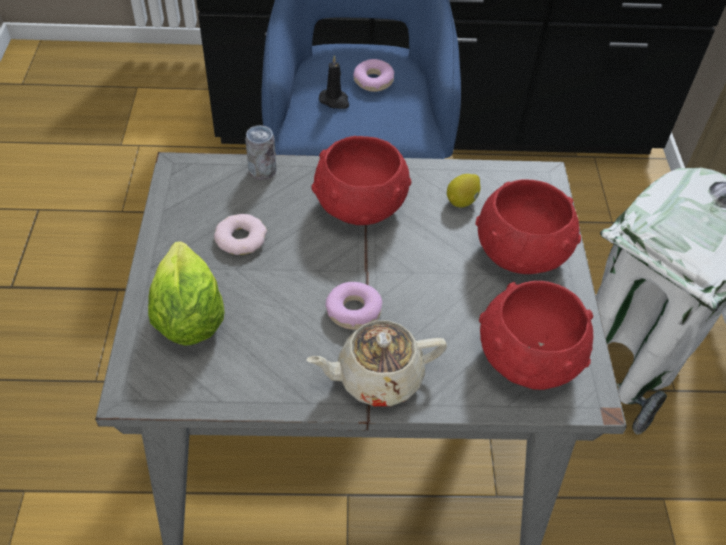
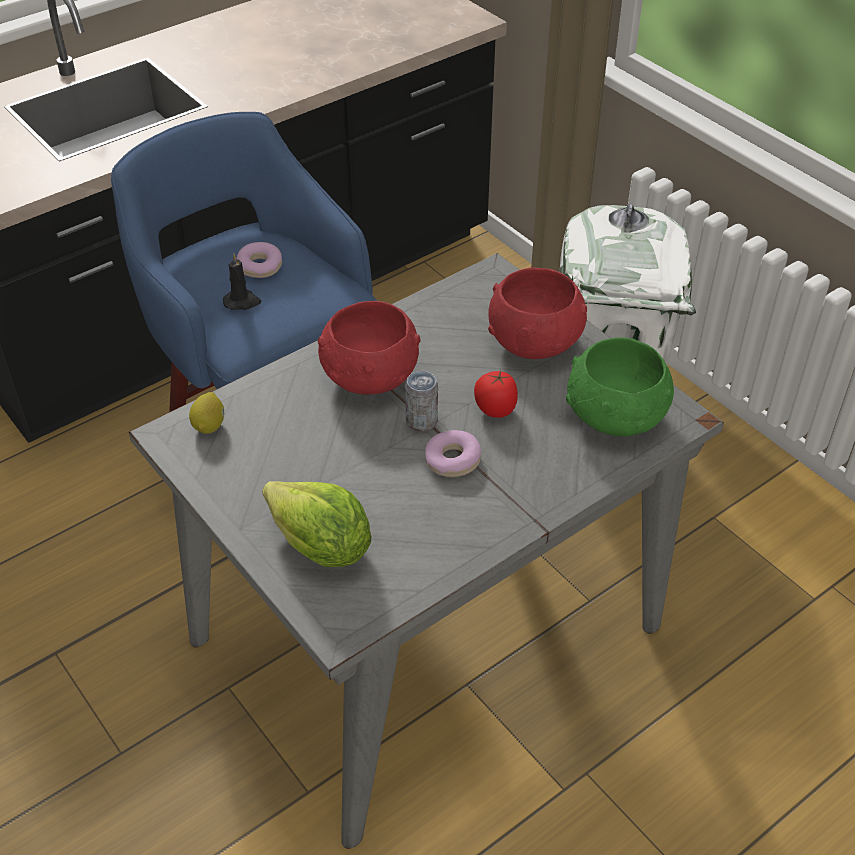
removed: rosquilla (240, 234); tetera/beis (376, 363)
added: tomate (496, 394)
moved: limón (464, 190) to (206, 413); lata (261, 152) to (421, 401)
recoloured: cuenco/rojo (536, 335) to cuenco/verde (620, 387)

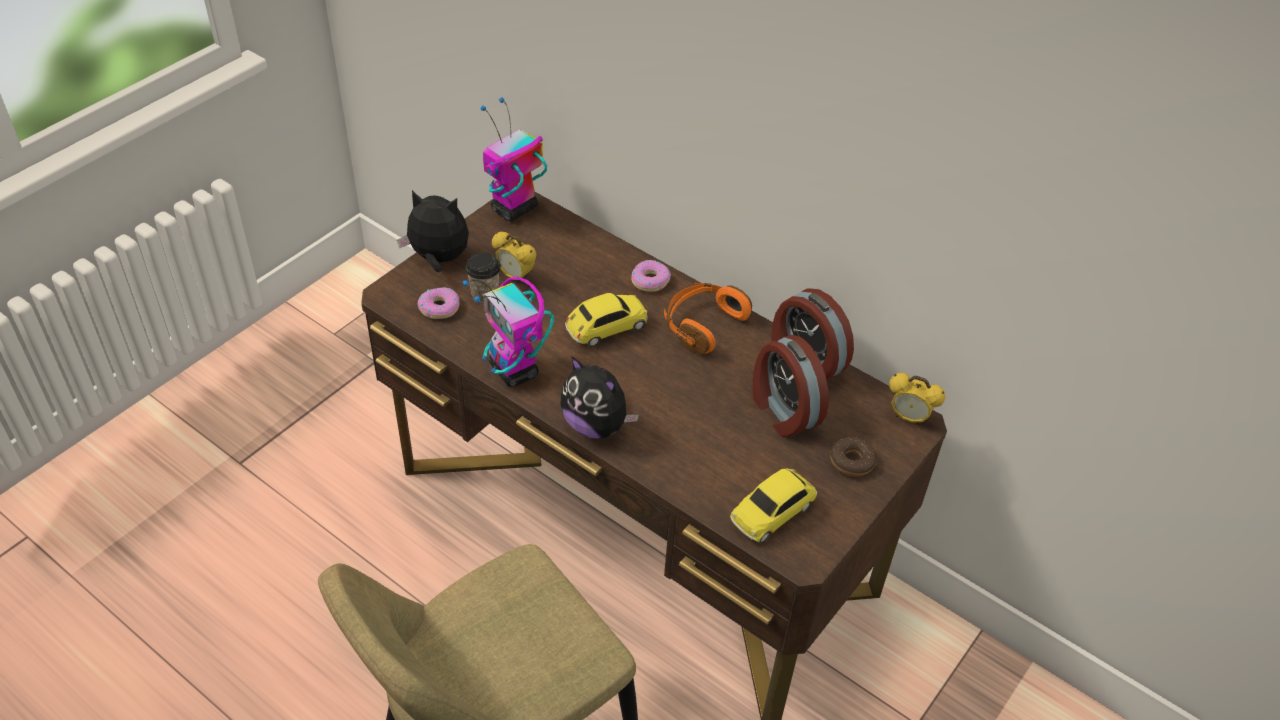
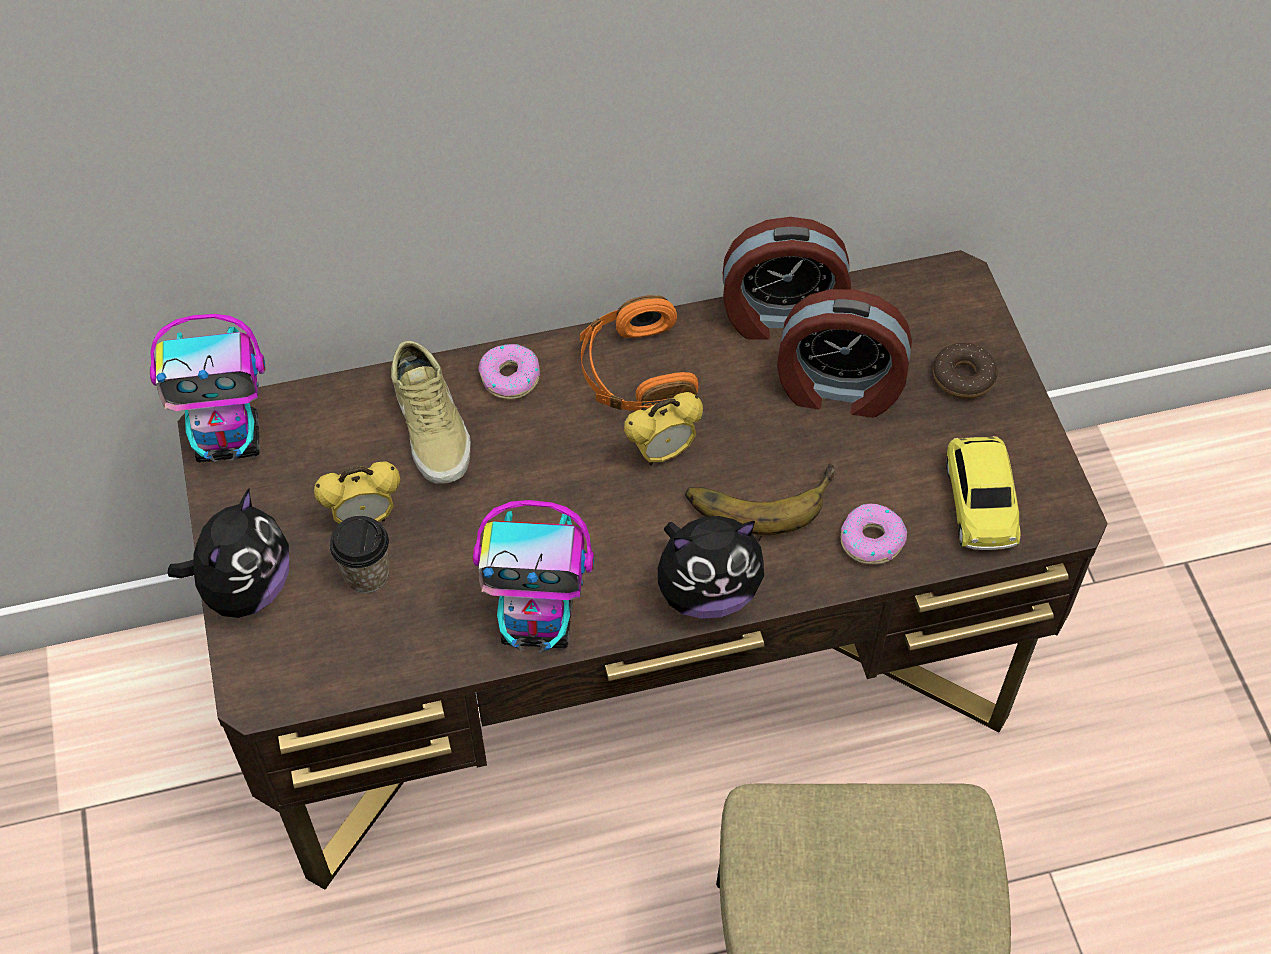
removed: coche de juguete (606, 320)
added: zapato/beis (431, 412); plátano (760, 499)
moved: despertador (917, 399) to (663, 428); rosquilla (438, 303) to (874, 534)
turned: robot de juguete (513, 159) = (207, 388) 90 degrees counterclockwise; peluche (433, 231) = (228, 553) 150 degrees clockwise

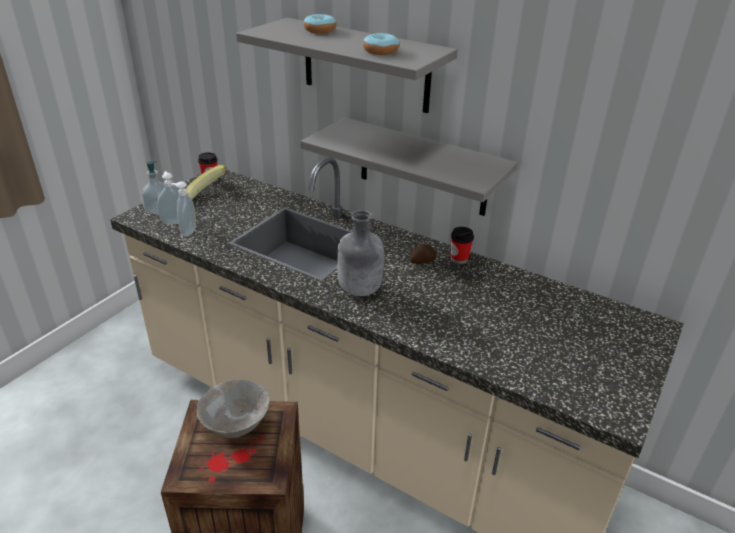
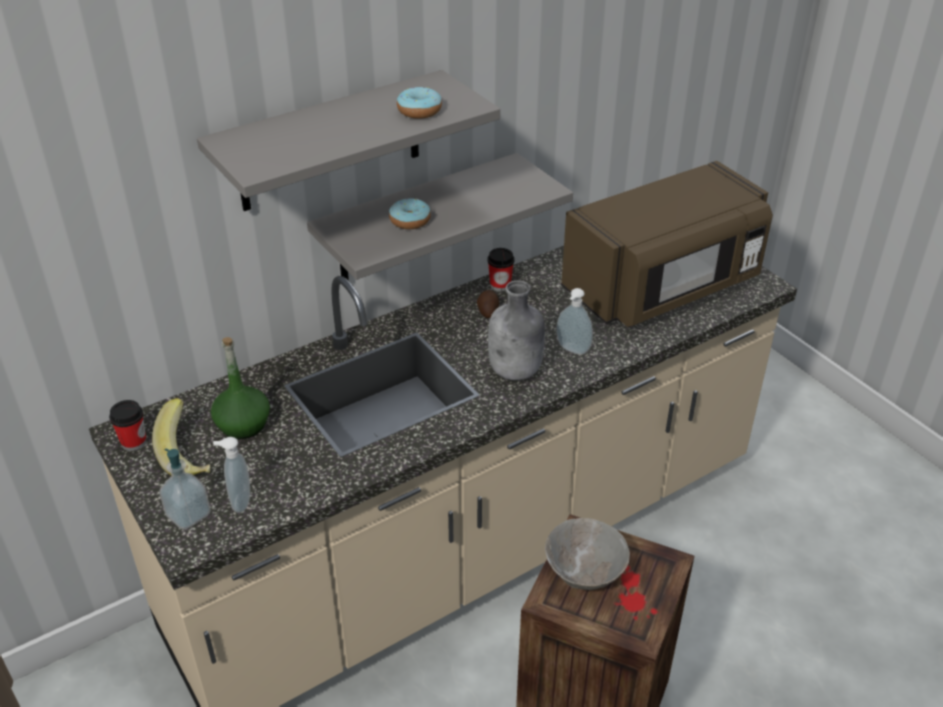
added: botella/verde (240, 388); microondas/marrón (667, 244)
moved: rosquilla (320, 24) to (410, 213); dispensador de jabón (183, 209) to (574, 321)

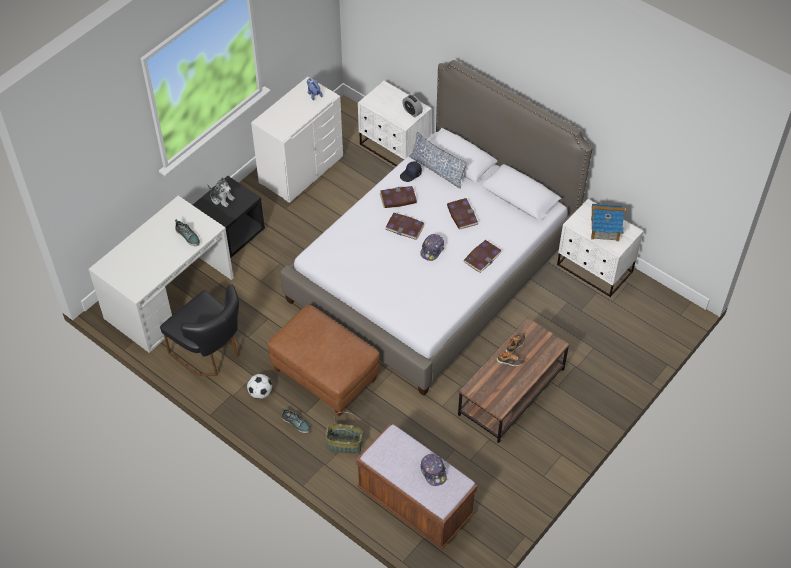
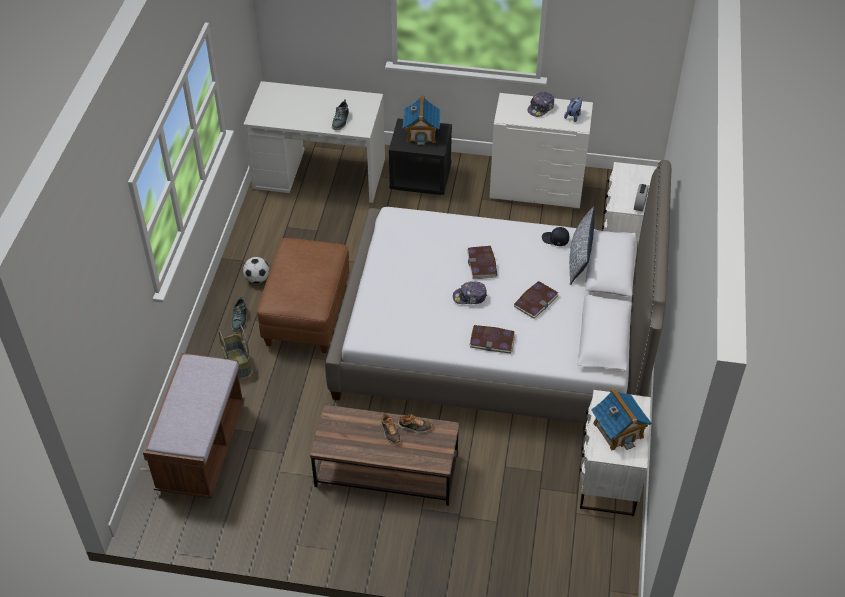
removed: silla/negro (199, 330); libro (398, 197)
moved: gorra (433, 470) to (541, 104)
replaced: peluche (221, 192) to casita (421, 120)

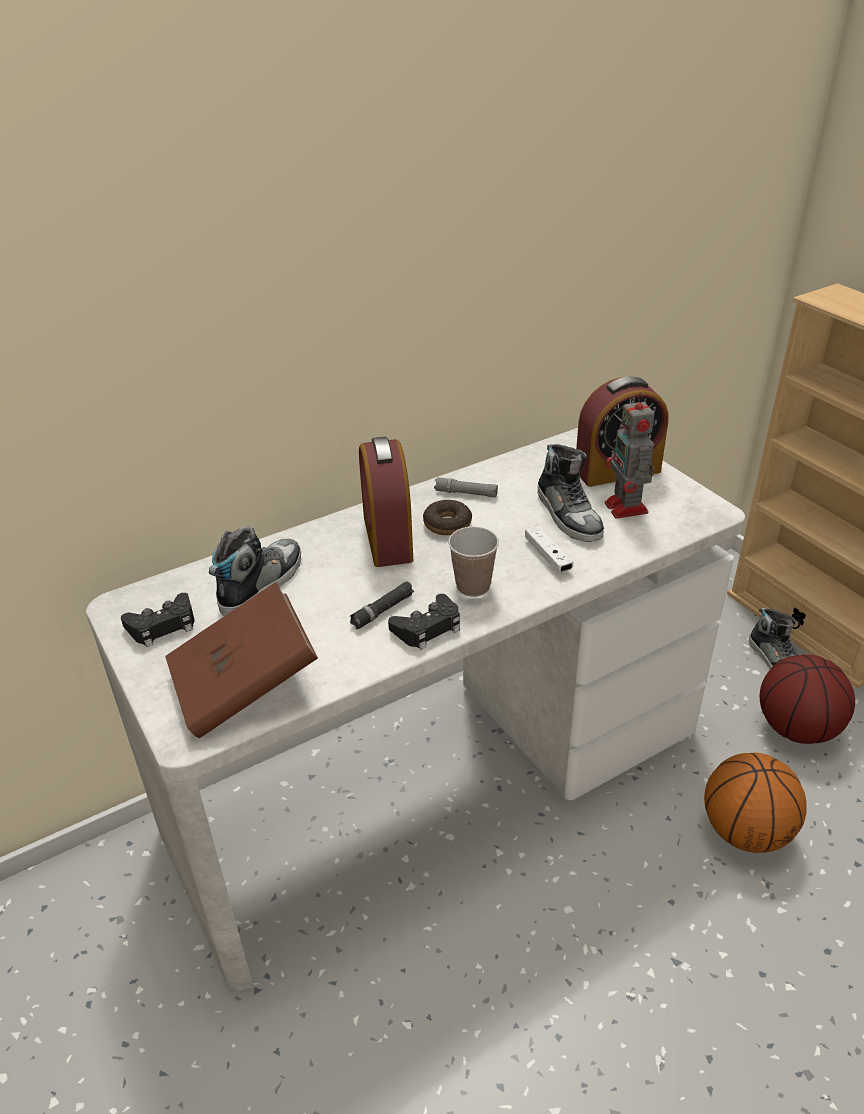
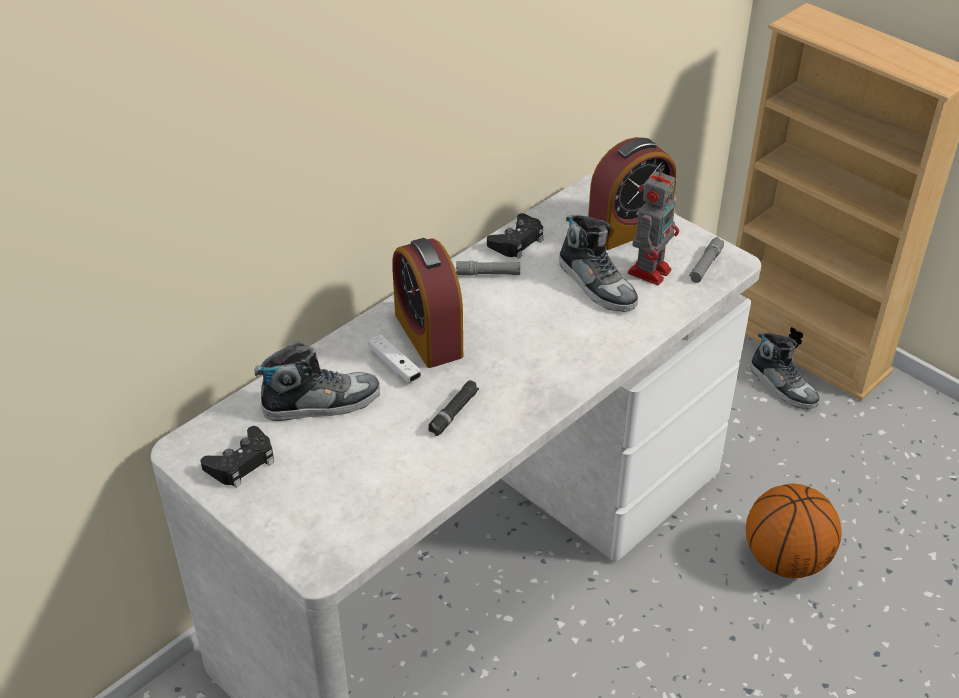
removed: libro/marrón (241, 660); rosquilla (447, 517); taza (473, 562); balón de baloncesto (807, 699)
added: linterna/gris (706, 260)
moved: mando de consola/blanco (549, 549) to (395, 358); mando de consola/negro (424, 622) to (515, 236)
turned: zapato (255, 571) = (317, 381) 60 degrees clockwise; robot de juguete (629, 455) = (653, 225) 120 degrees counterclockwise

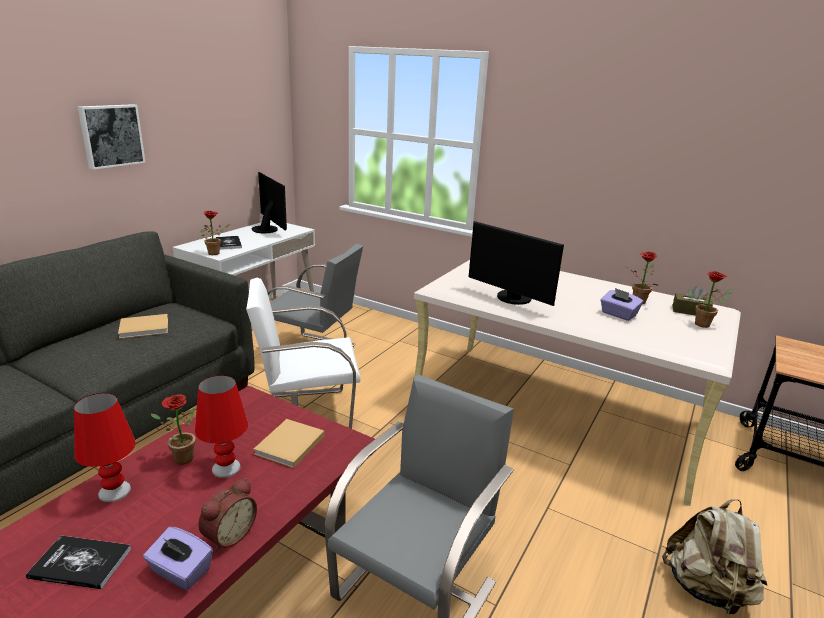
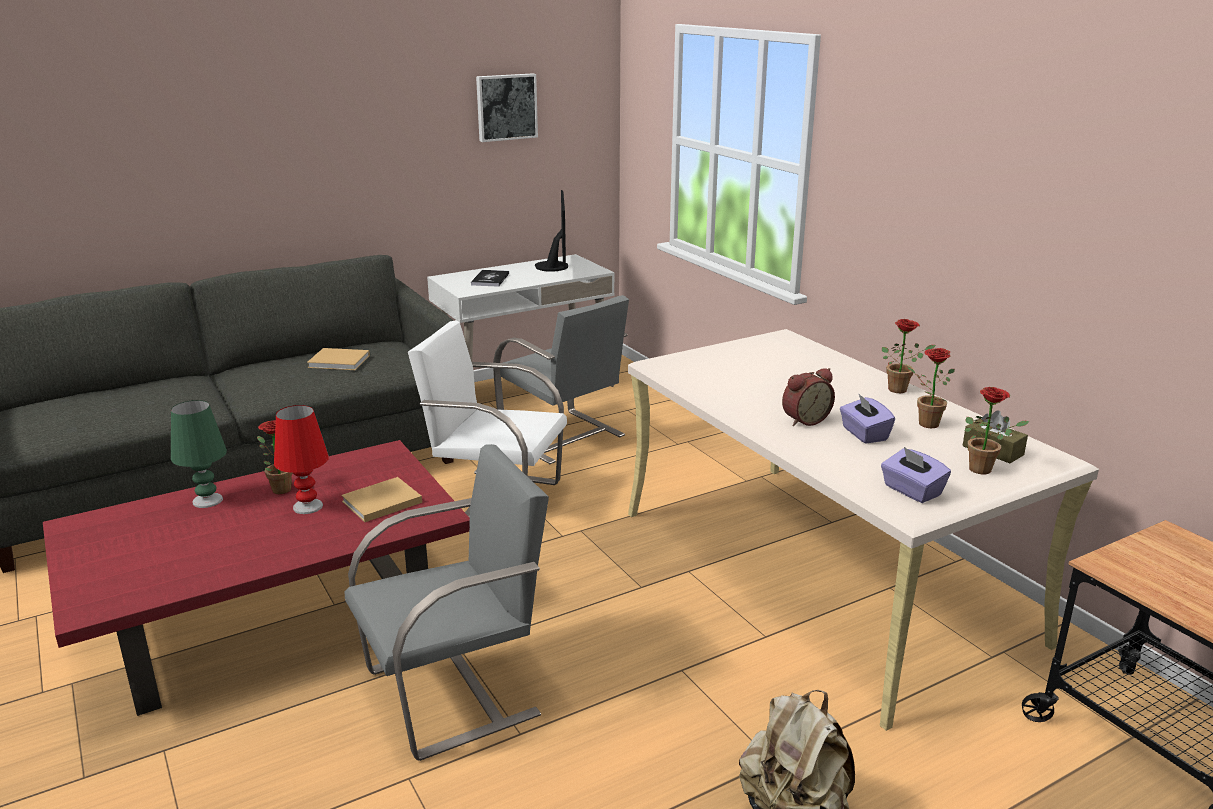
removed: libro (78, 562); monitor (516, 263)
moved: cuadro (112, 137) to (507, 107); despertador (227, 515) to (808, 397); caja de pañuelos/morado (178, 558) to (916, 475); planta en maceta (215, 233) to (909, 356)
recoloured: lámpara de mesa/rojo (105, 447) to lámpara de mesa/verde (199, 454)

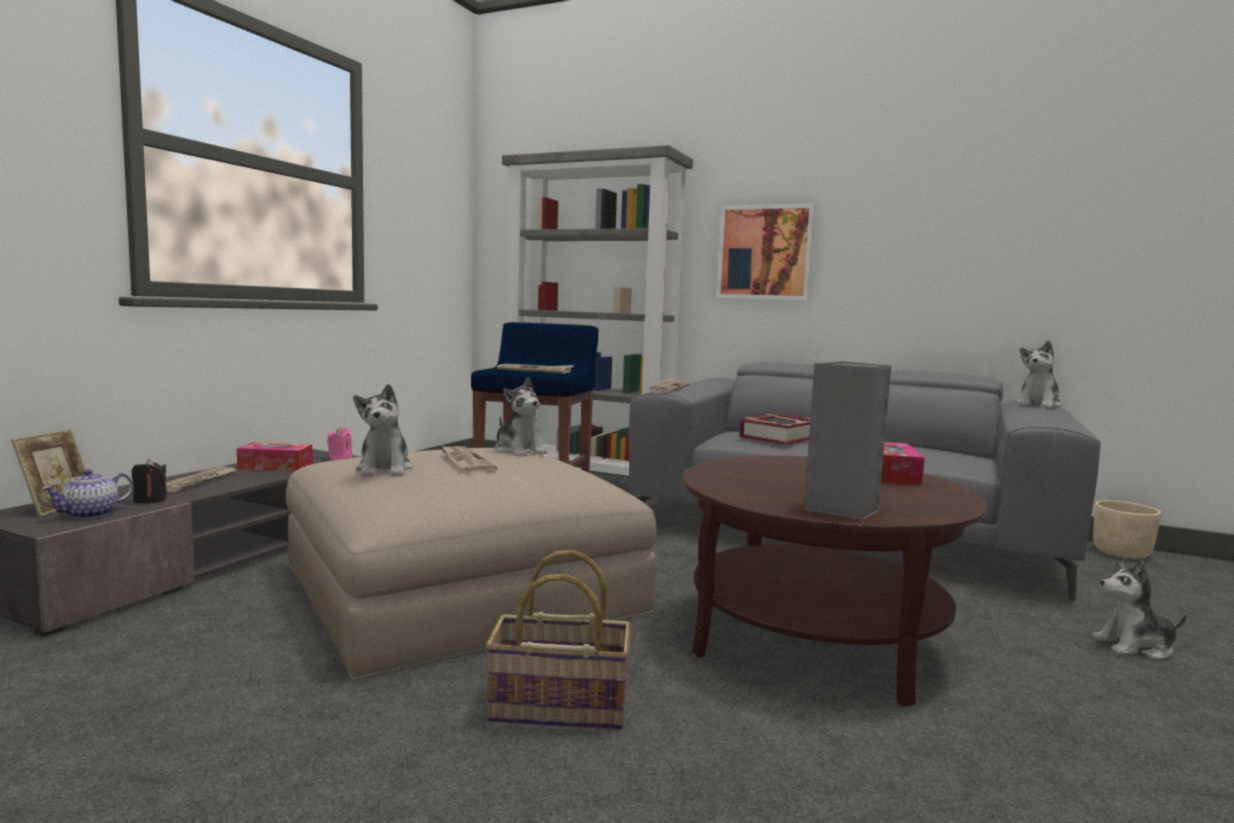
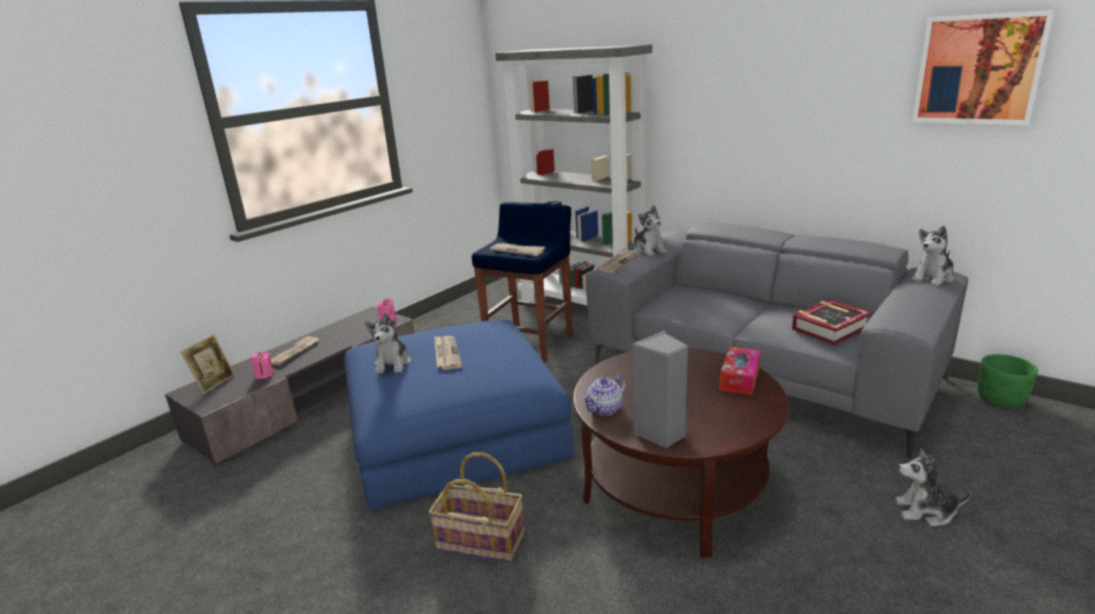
removed: caja de pañuelos (275, 457)
moved: tetera (88, 494) to (604, 395); peluche (521, 416) to (650, 230); libro (775, 429) to (832, 322); cuadro (765, 252) to (983, 67)
recoloured: vela/negro (149, 481) to vela/rosa (262, 365); puf/beis (471, 564) to puf/azul (459, 415); maceta/beis (1127, 529) to maceta/verde (1007, 381)

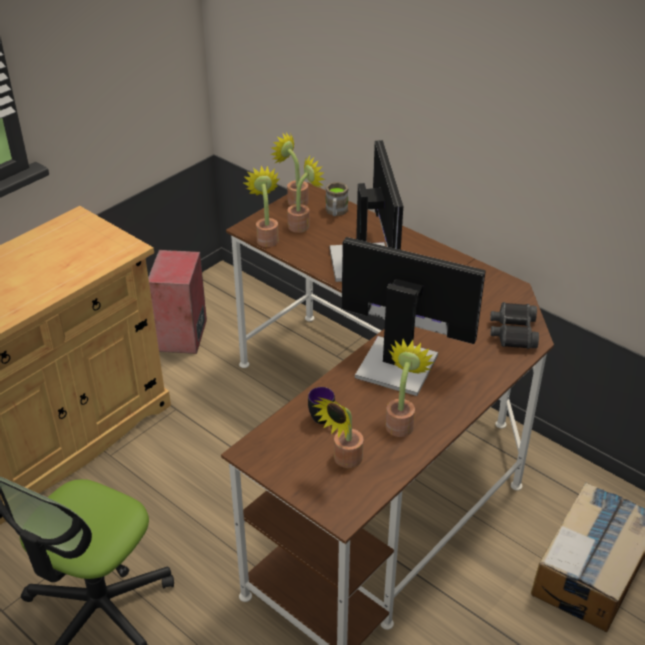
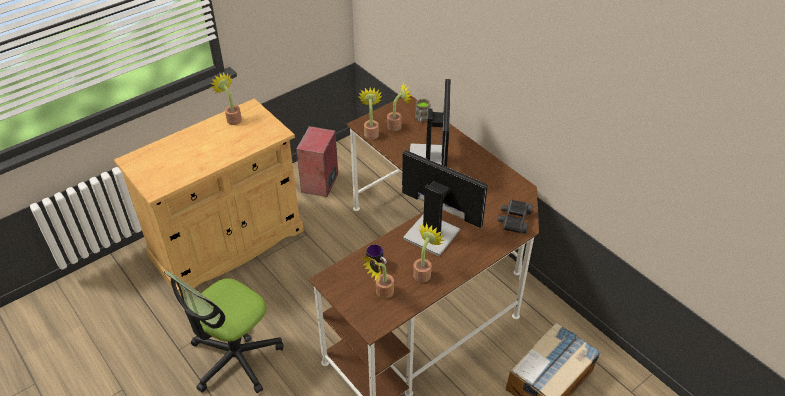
moved: planta en maceta (289, 169) to (226, 98)

